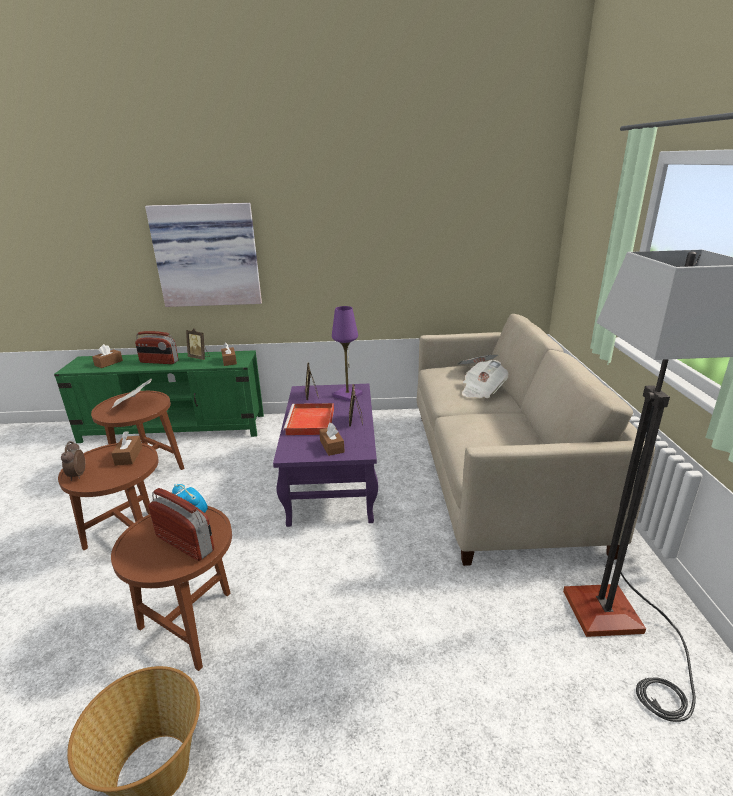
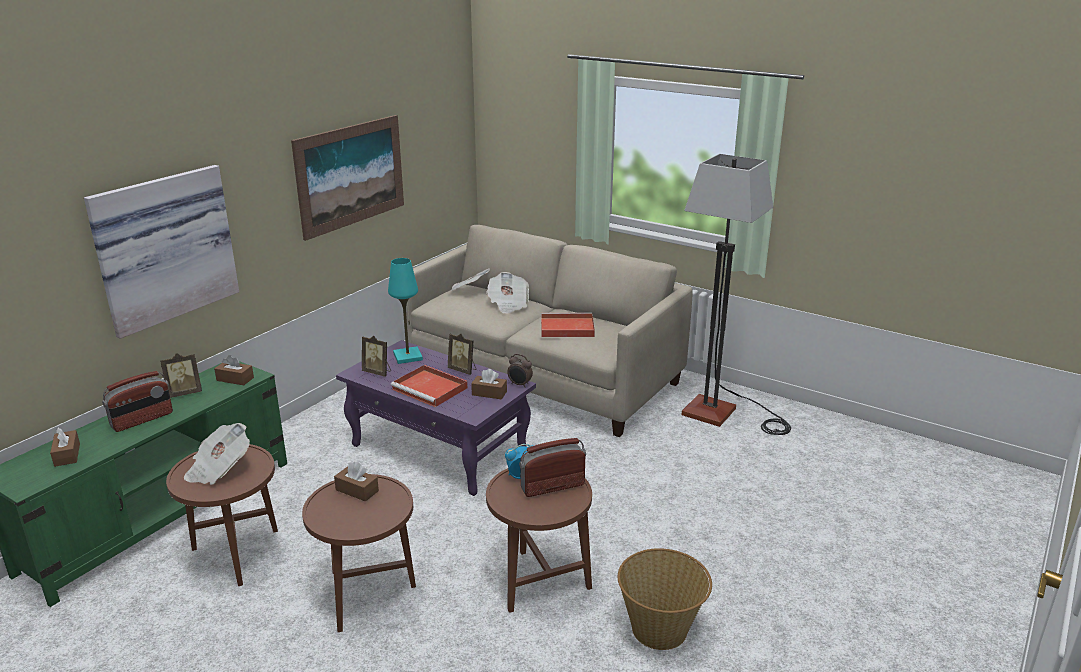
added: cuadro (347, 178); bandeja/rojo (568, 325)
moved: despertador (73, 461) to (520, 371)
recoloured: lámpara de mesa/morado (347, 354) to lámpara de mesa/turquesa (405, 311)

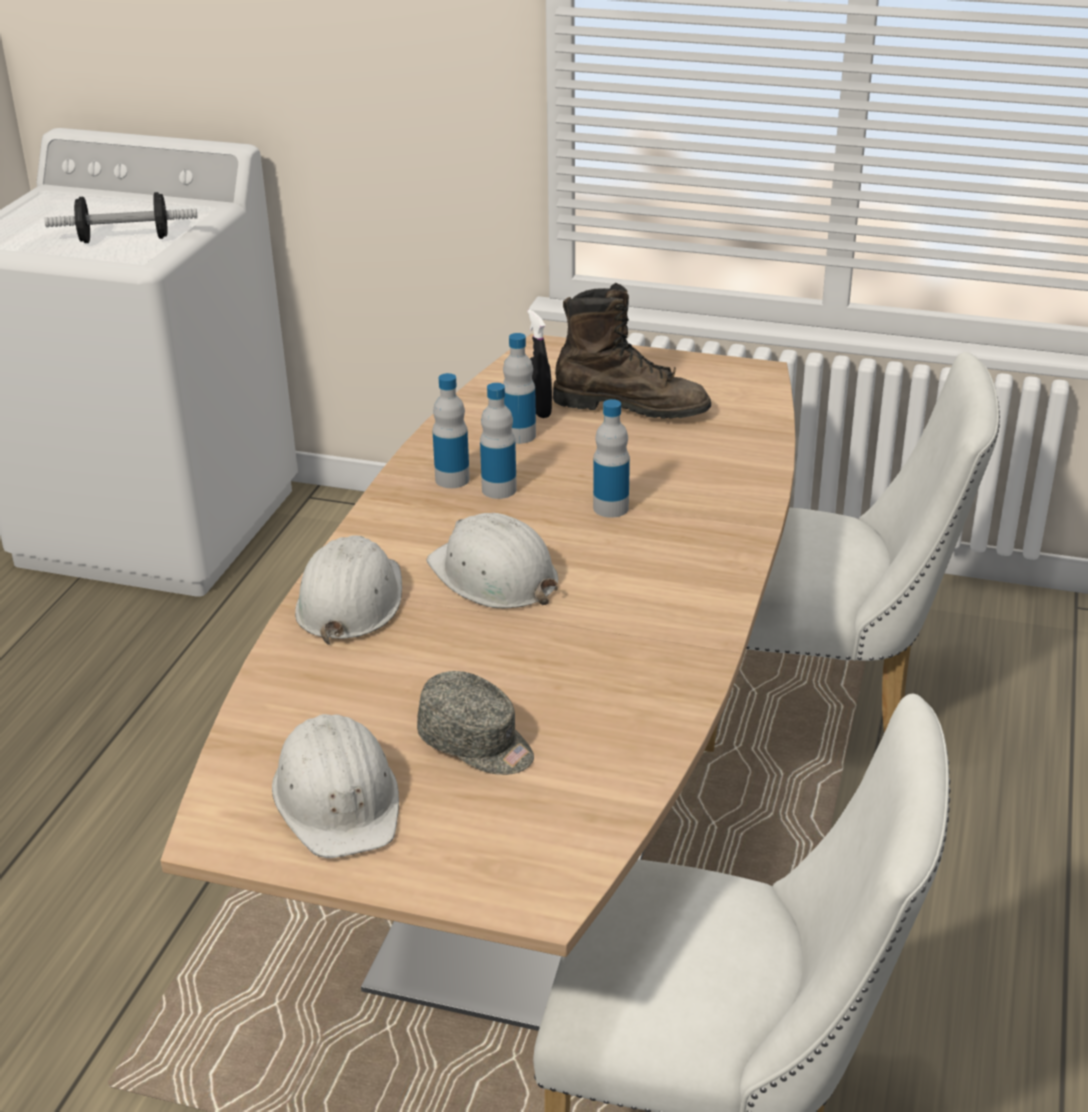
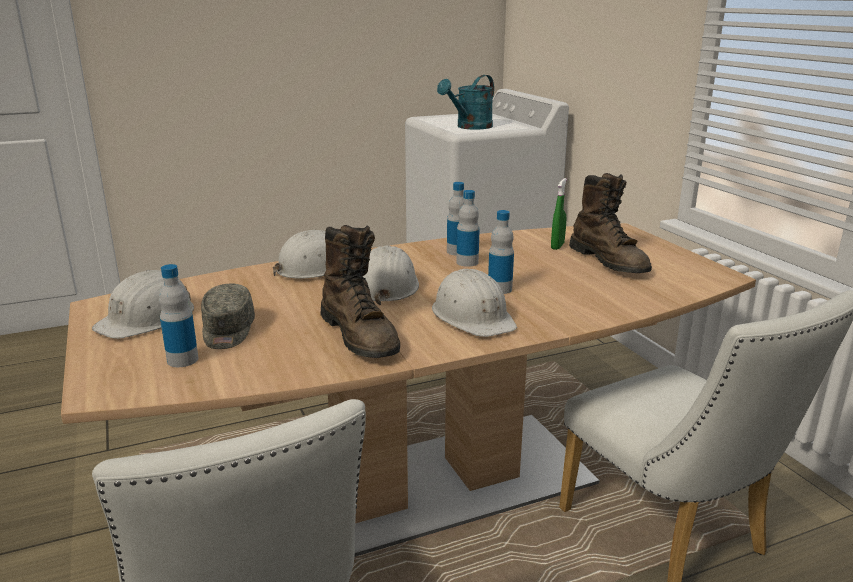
added: bota/marrón (360, 291); casco/blanco (474, 303)
moved: botella (519, 388) to (178, 315)
replaced: mancuerna (120, 217) to regadera/turquesa (465, 102)
recoloured: pulverizador/negro (539, 363) to pulverizador/verde (559, 214)

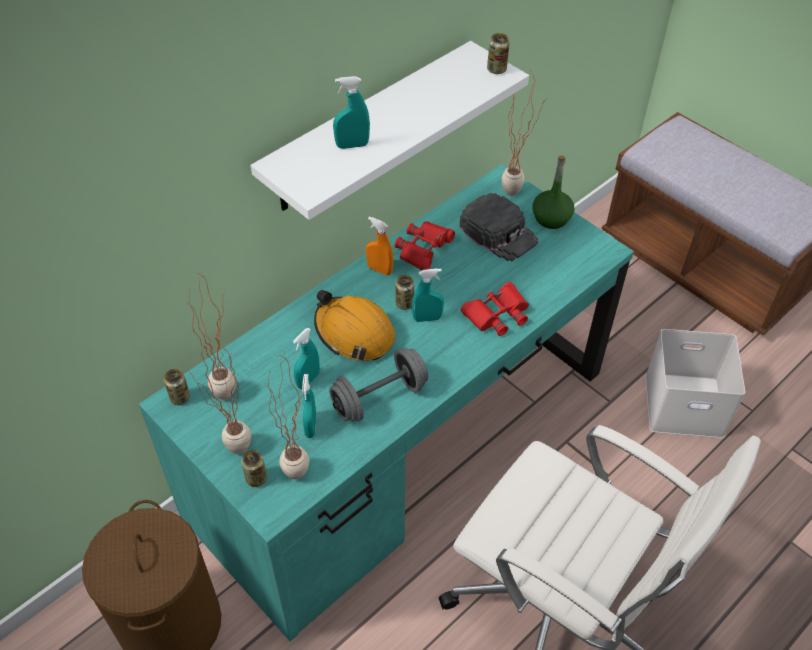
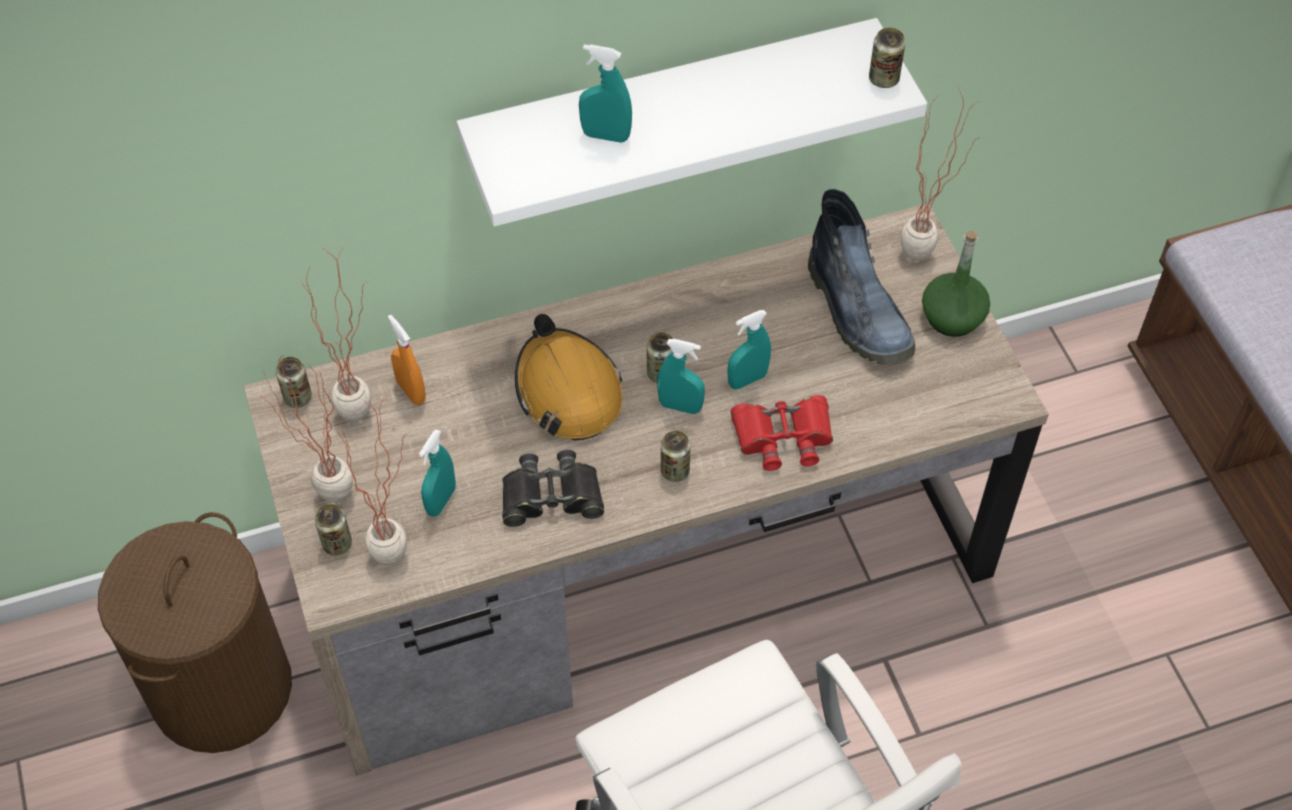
removed: prismáticos/rojo (425, 245); caja de almacenaje/blanco (695, 383)
added: lata (676, 456)
moved: pulverizador/naranja (380, 246) to (407, 360); pulverizador/turquesa (306, 358) to (749, 349)
replaced: mancuerna/gris (378, 384) to prismáticos/negro (553, 488); gorra/negro (499, 227) to bota (861, 277)
recoloured: escritorio/turquesa (386, 402) to escritorio/marrón (646, 489)

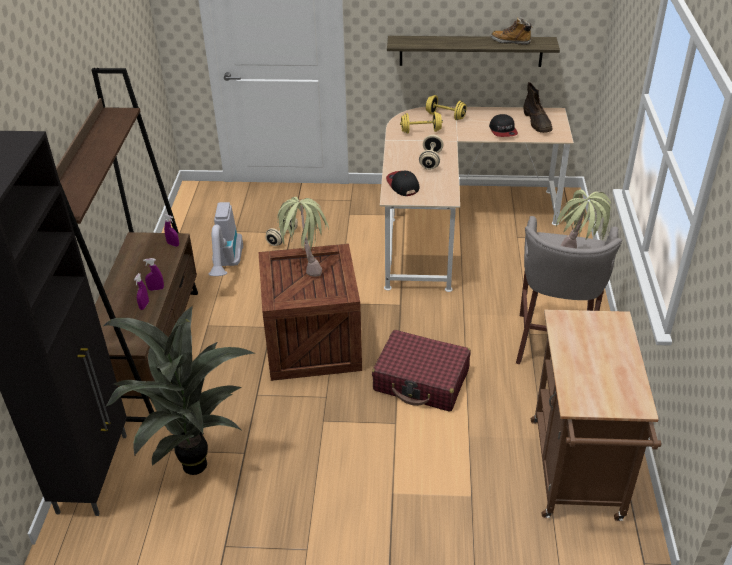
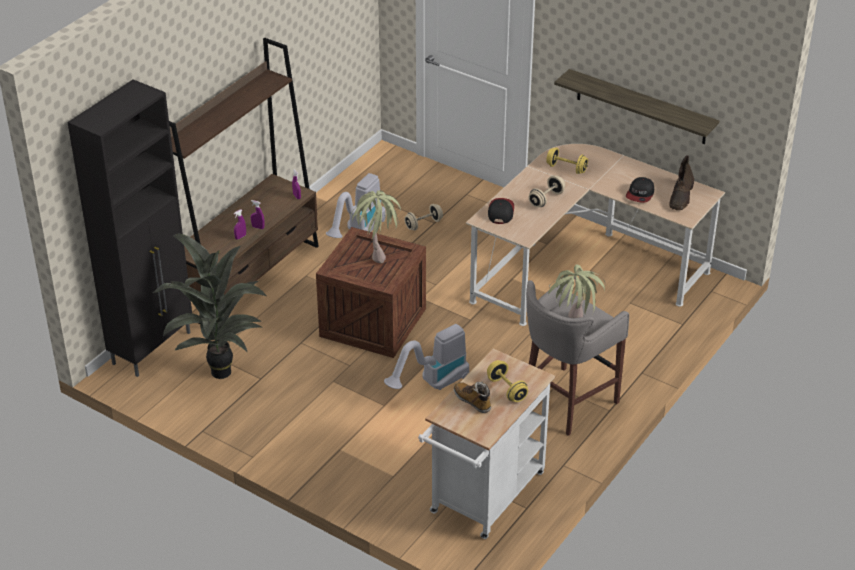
moved: bota (512, 31) to (472, 397); mancuerna/amarillo (446, 107) to (507, 381)
replaced: maleta/rojo (421, 371) to aspiradora (426, 357)
recoloured: carrito/marrón (596, 415) to carrito/blanco (486, 443)

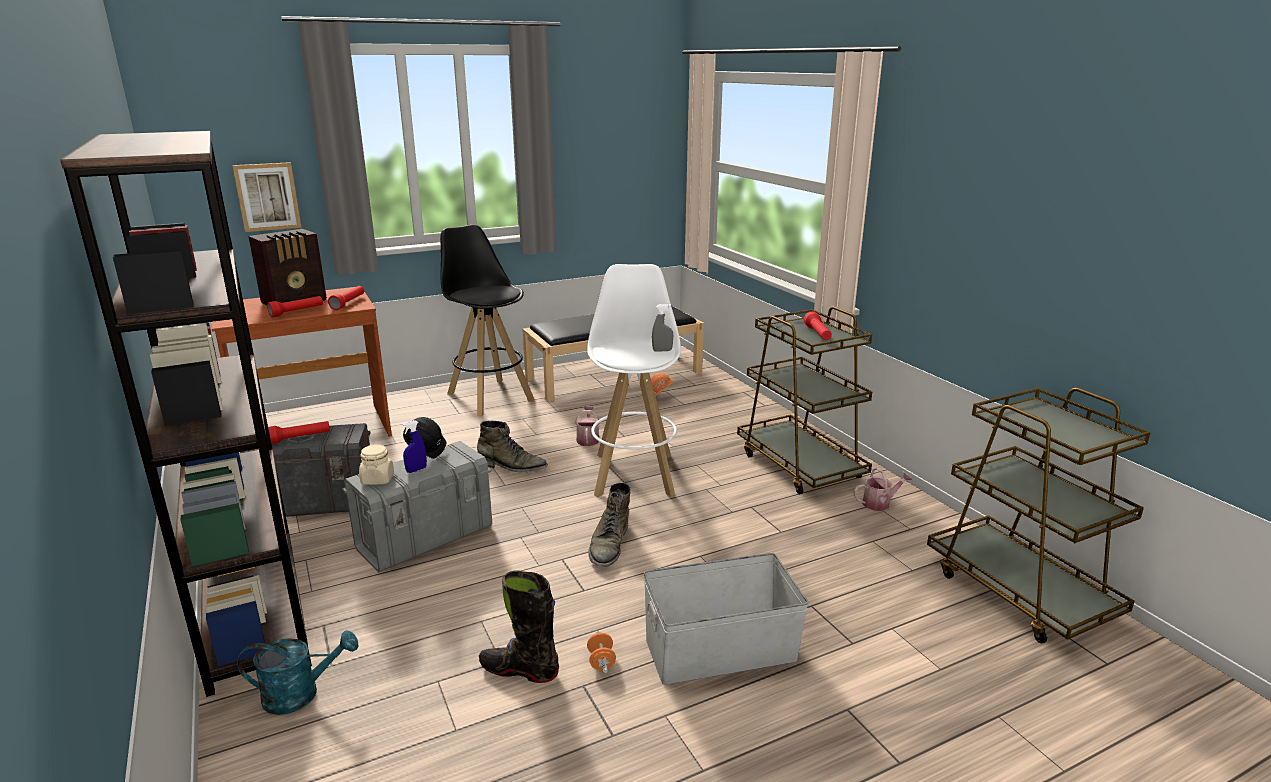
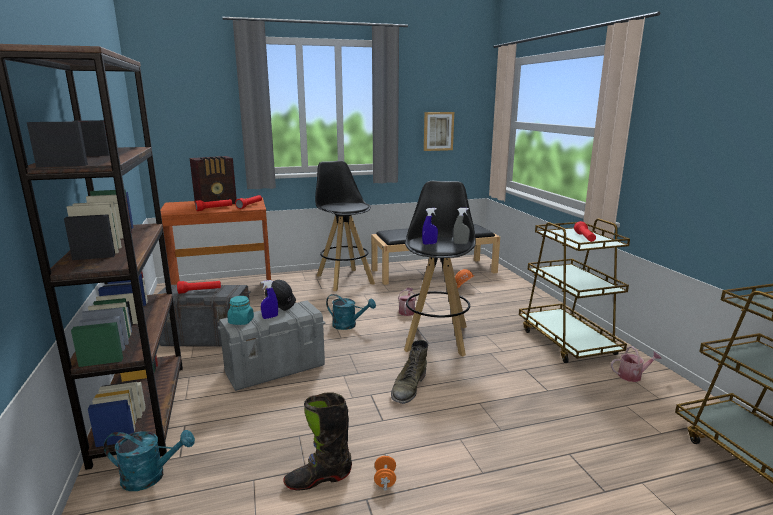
removed: caja de almacenaje/gris (726, 619)
added: pulverizador/azul (430, 226)
moved: cuadro (266, 197) to (439, 131)
replaced: bota/verde (512, 447) to regadera/turquesa (351, 312)
recoloured: tarro/beis (376, 464) to tarro/turquesa (240, 310); taburete/blanco (634, 380) to taburete/negro (440, 269)
turned: bota/negro (519, 626) = (317, 441) 45 degrees counterclockwise

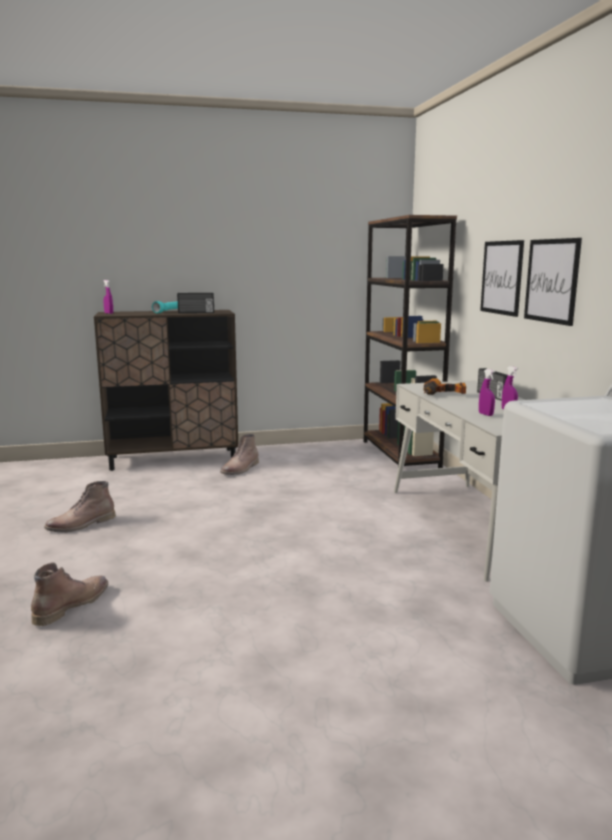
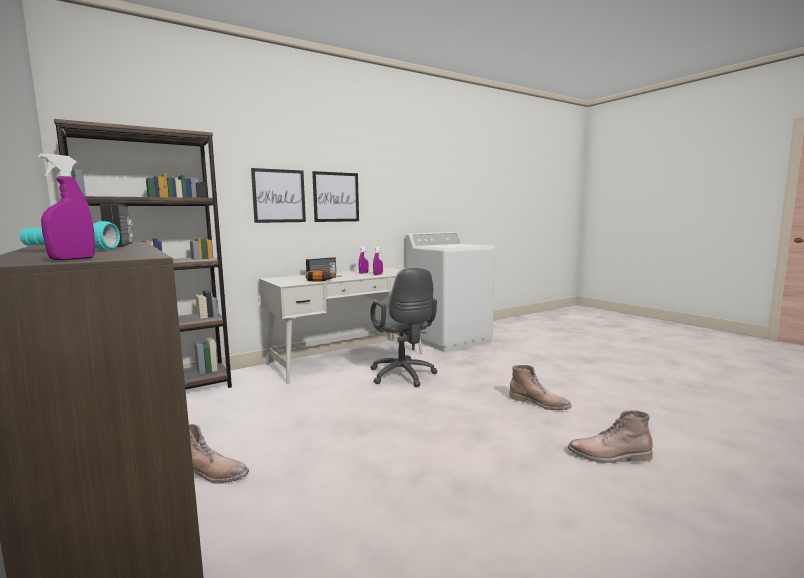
added: silla de oficina/gris (404, 327)
moved: bota/marrón (80, 507) to (540, 388)

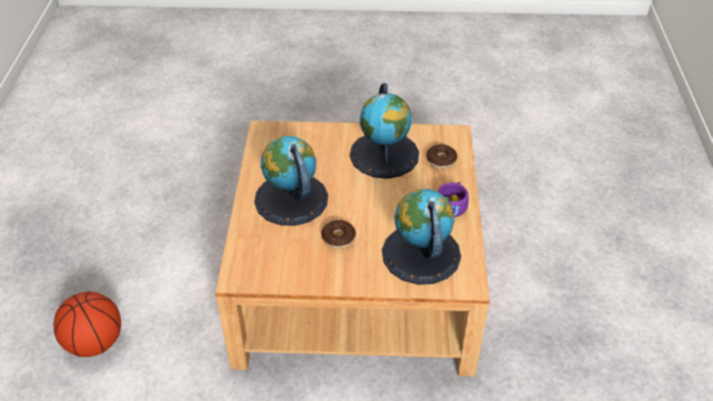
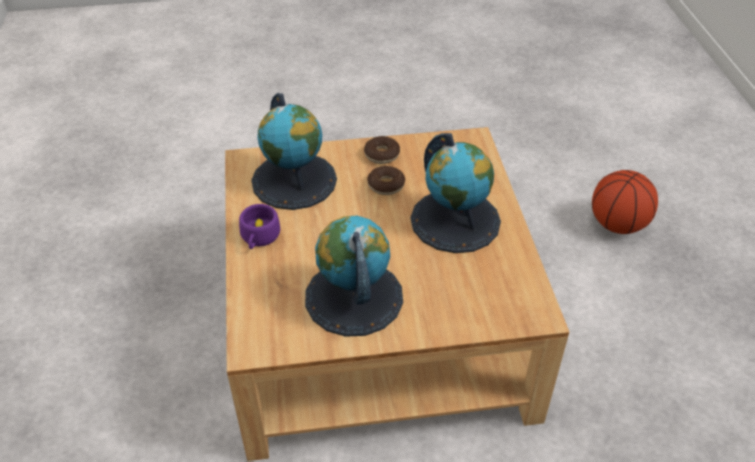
moved: rosquilla (441, 156) to (382, 150)

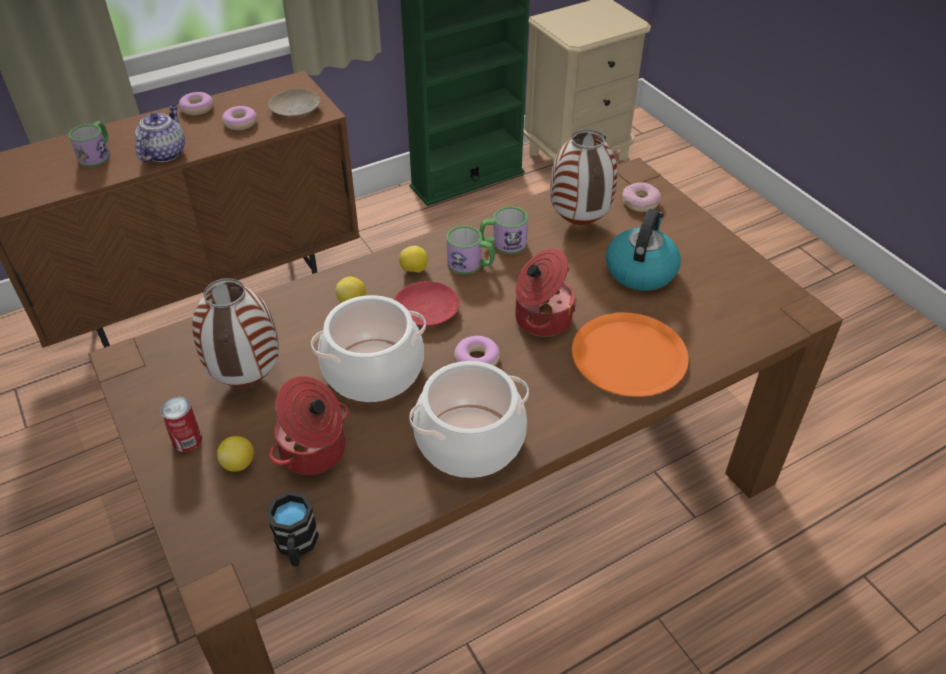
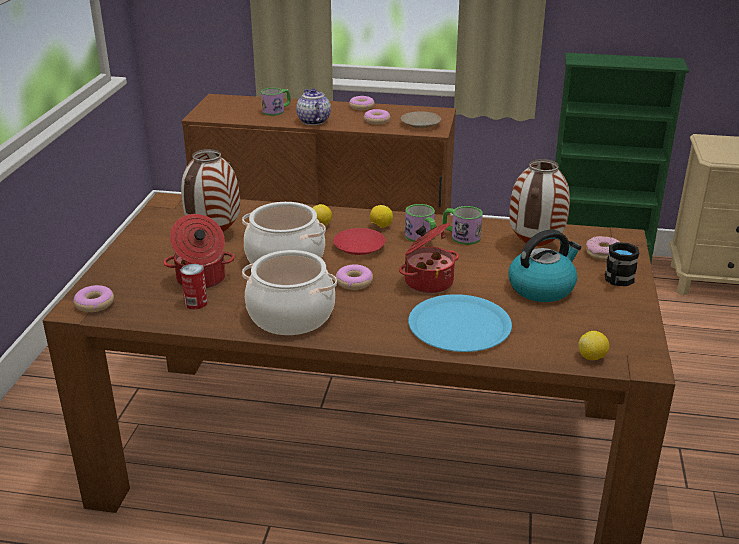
added: rosquilla (93, 298)
moved: lata (181, 424) to (193, 287); limón (235, 454) to (593, 345); taza grande/negro (292, 529) to (622, 264)
recoloured: plato/naranja (630, 355) to plato/azul (460, 323)
turned: tetera (160, 133) = (313, 106) 75 degrees counterclockwise

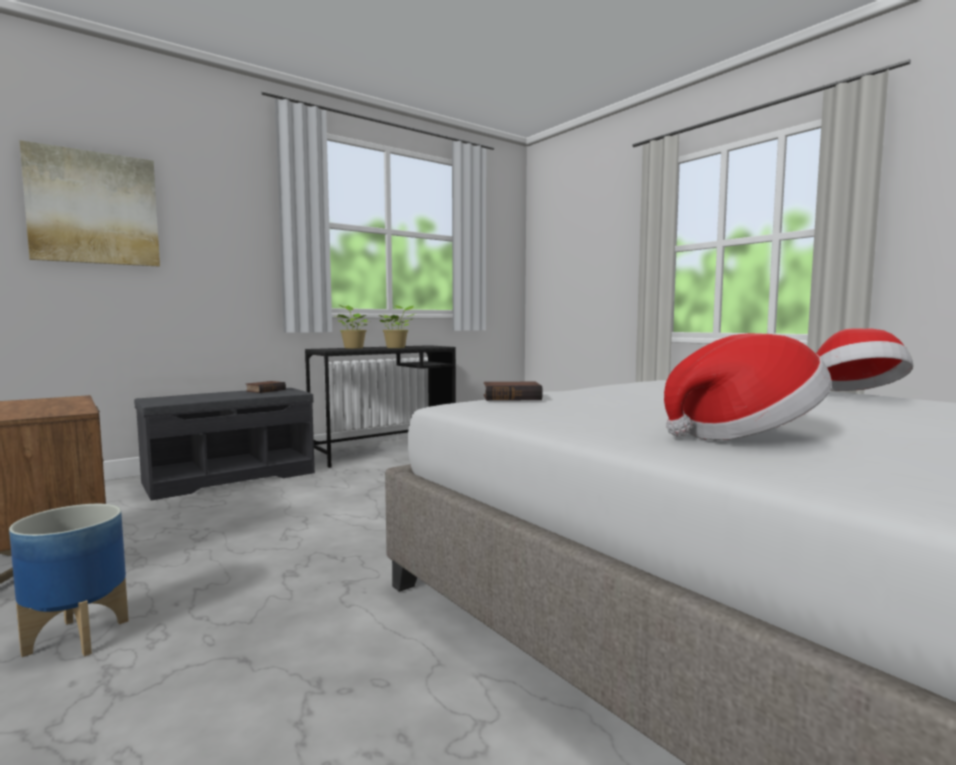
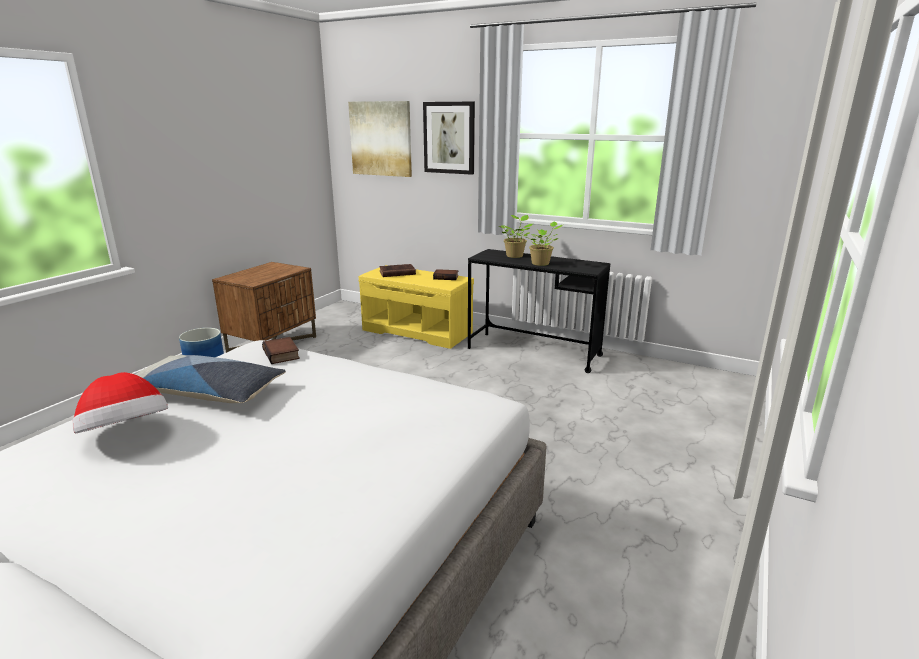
removed: sombrero (864, 359)
added: cojín (210, 379); libro/marrón (397, 270); cuadro (449, 138)
recoloured: banco/gris (224, 444) to banco/amarillo (416, 307)

